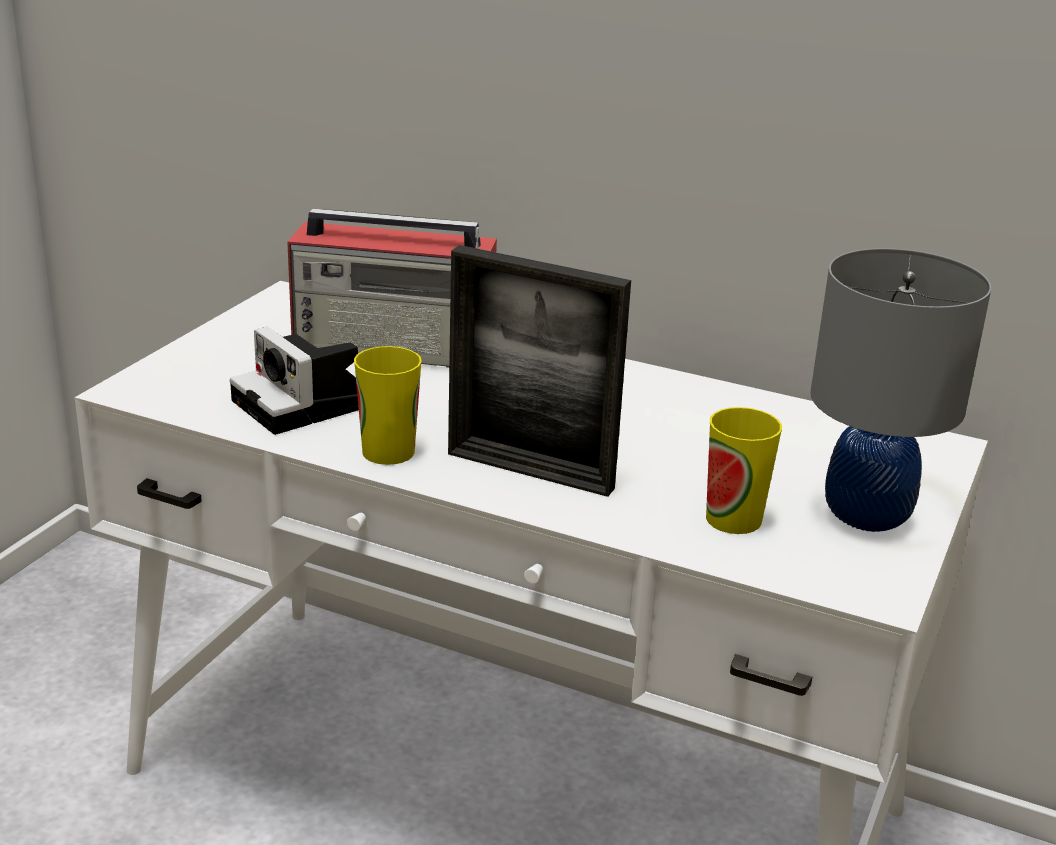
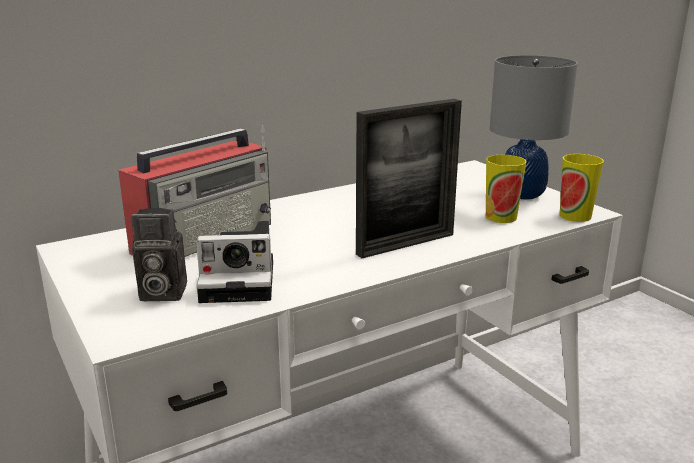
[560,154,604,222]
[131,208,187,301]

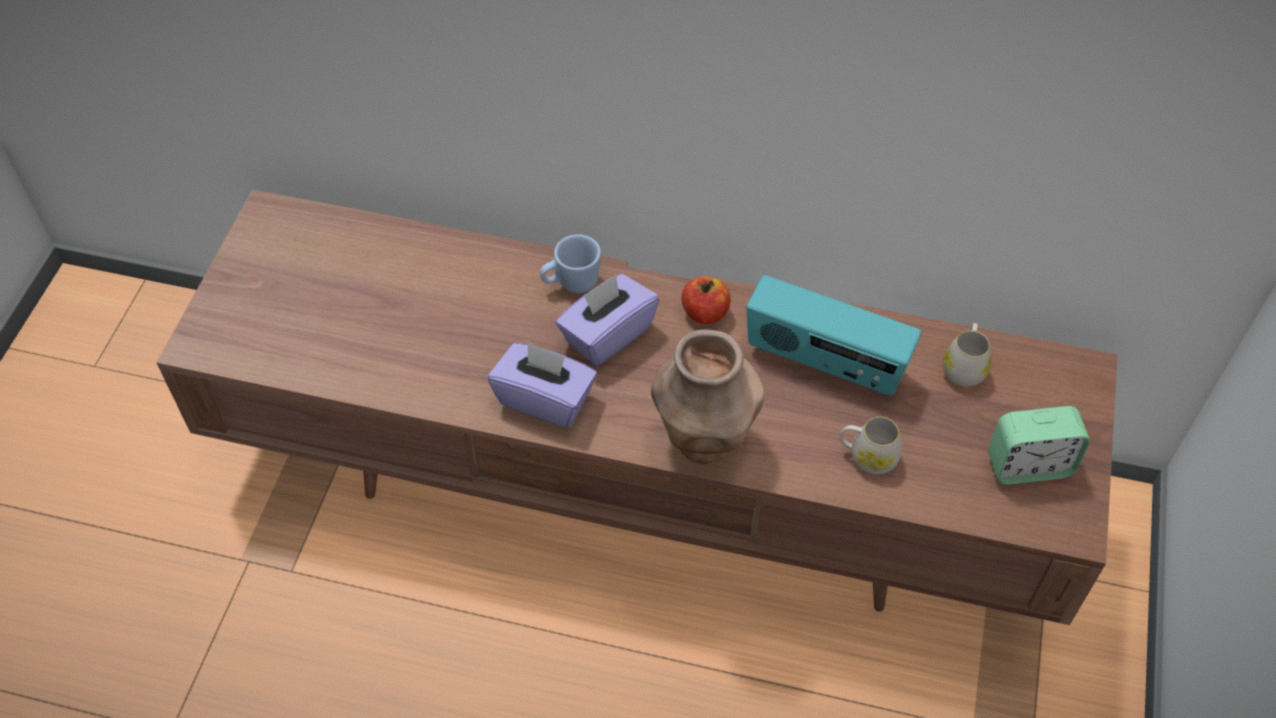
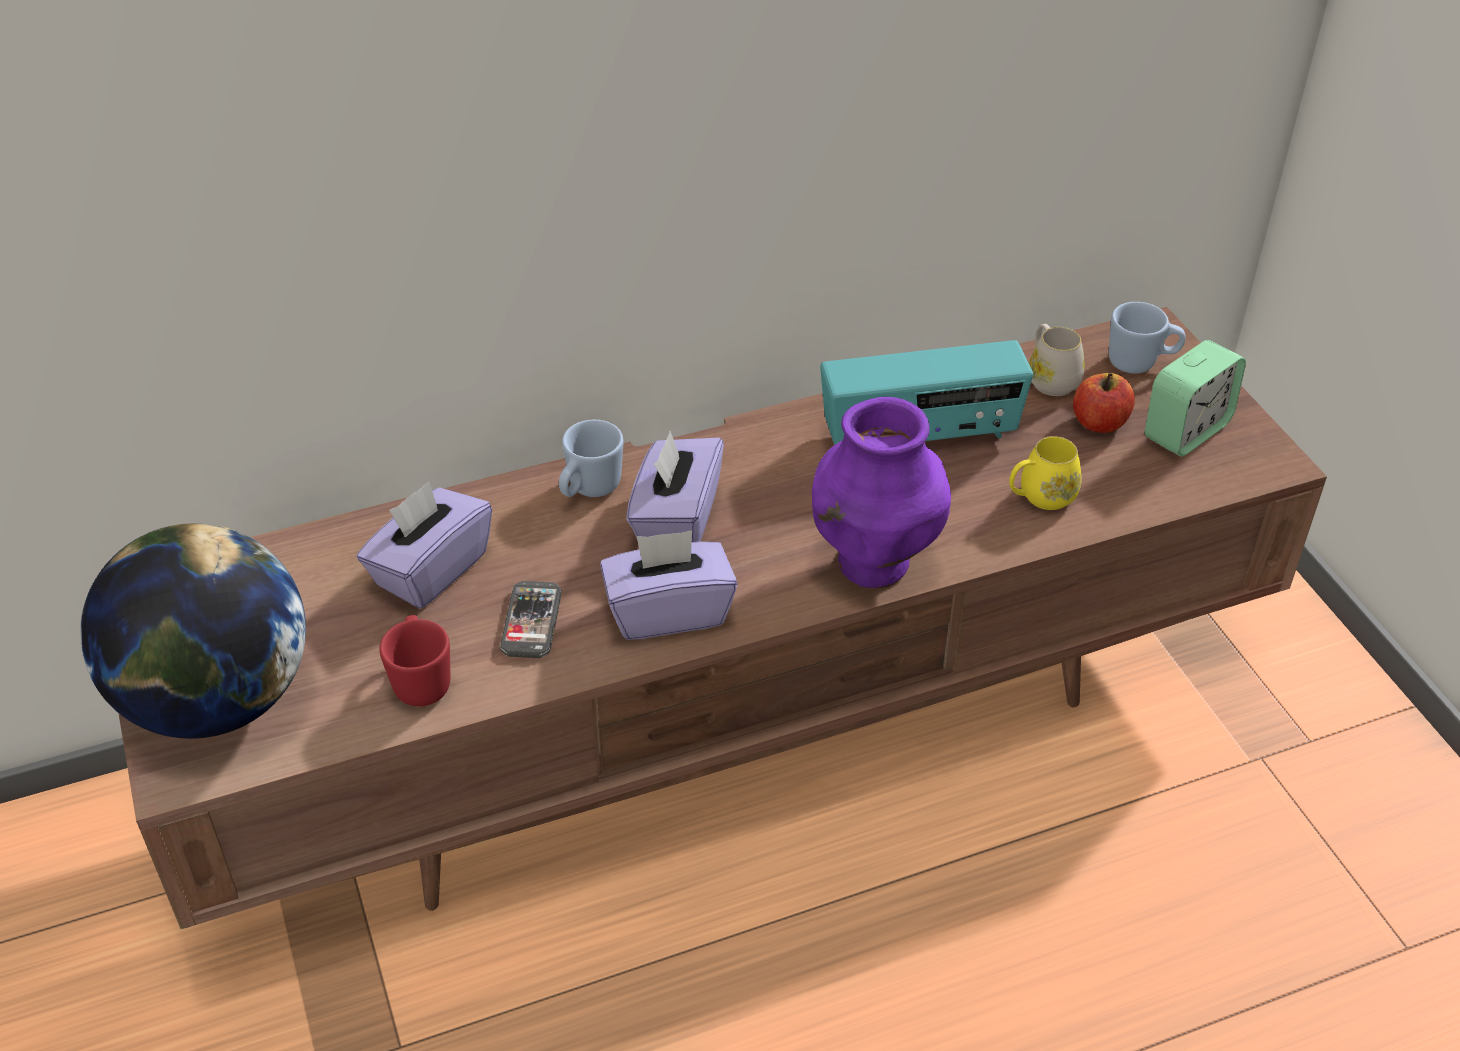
[1073,373,1135,433]
[812,397,951,588]
[1009,436,1081,510]
[1109,302,1186,374]
[357,481,492,609]
[80,523,306,739]
[500,581,562,658]
[379,615,450,706]

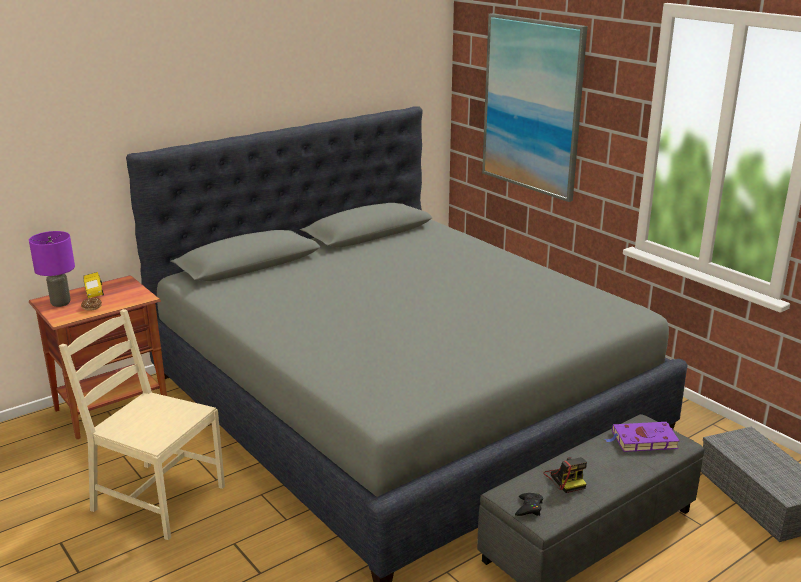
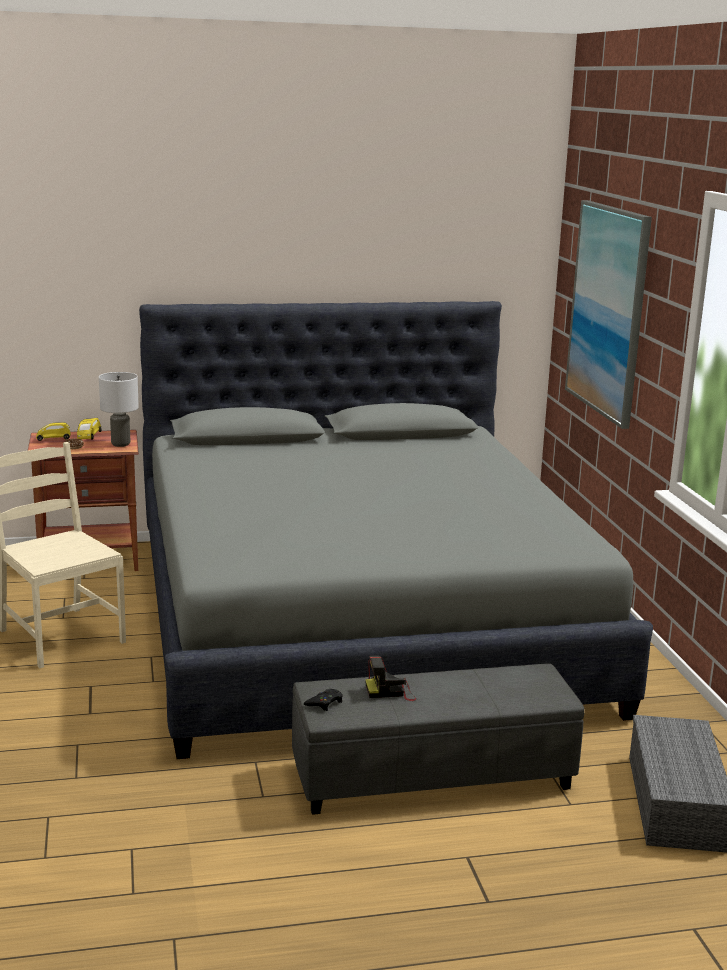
[36,422,71,441]
[605,422,679,452] (first image)
[365,656,416,701]
[99,372,139,447]

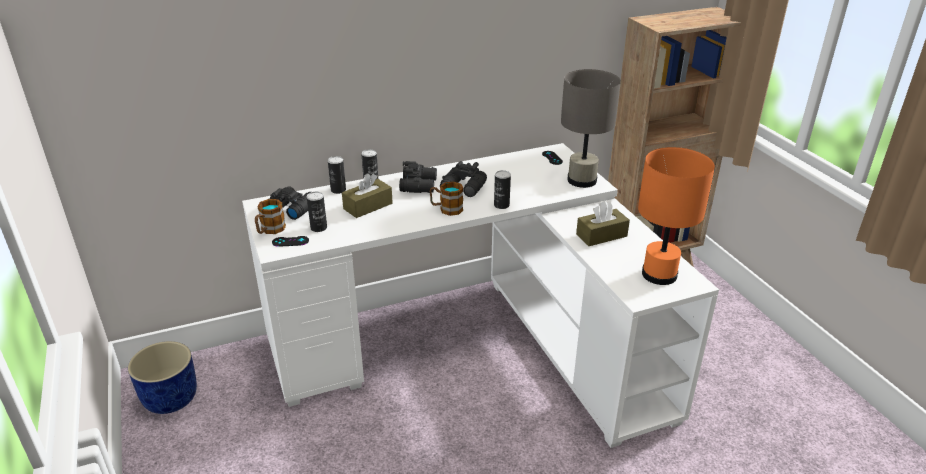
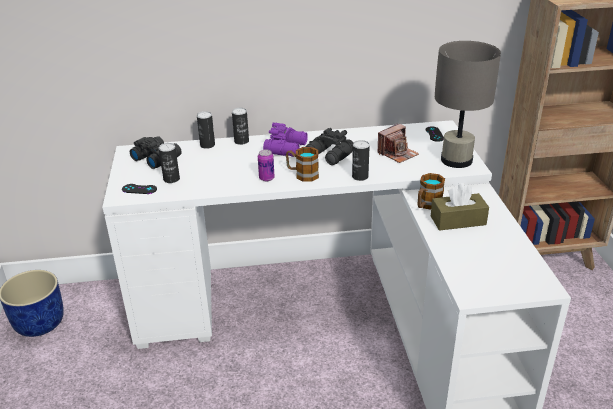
[638,147,715,285] (first image)
[263,122,308,157]
[342,173,393,218] (first image)
[418,173,445,210]
[377,123,419,163]
[258,149,275,181]

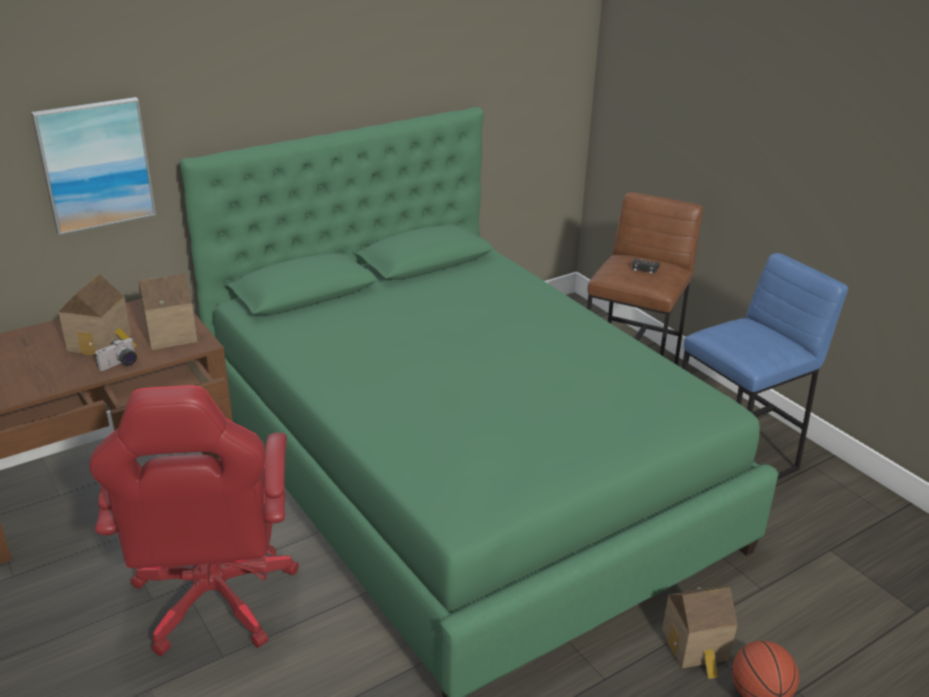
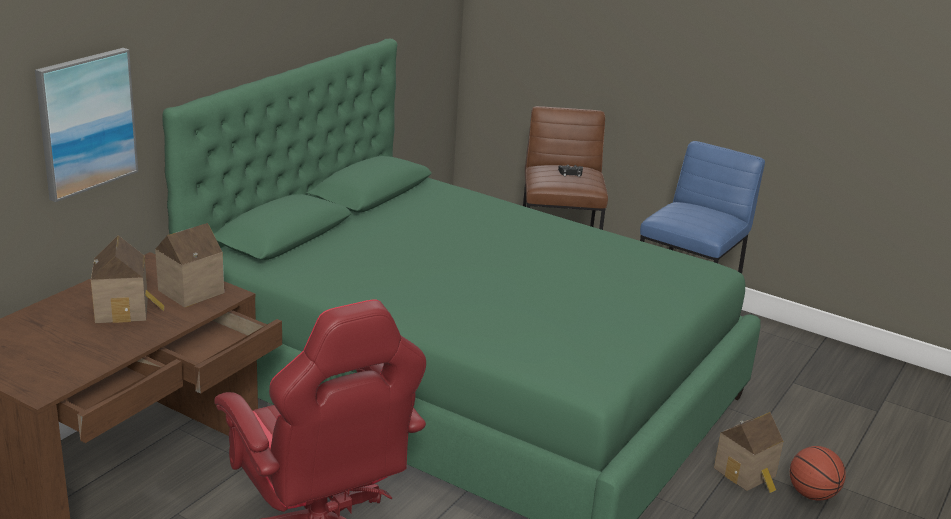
[95,338,137,371] (first image)

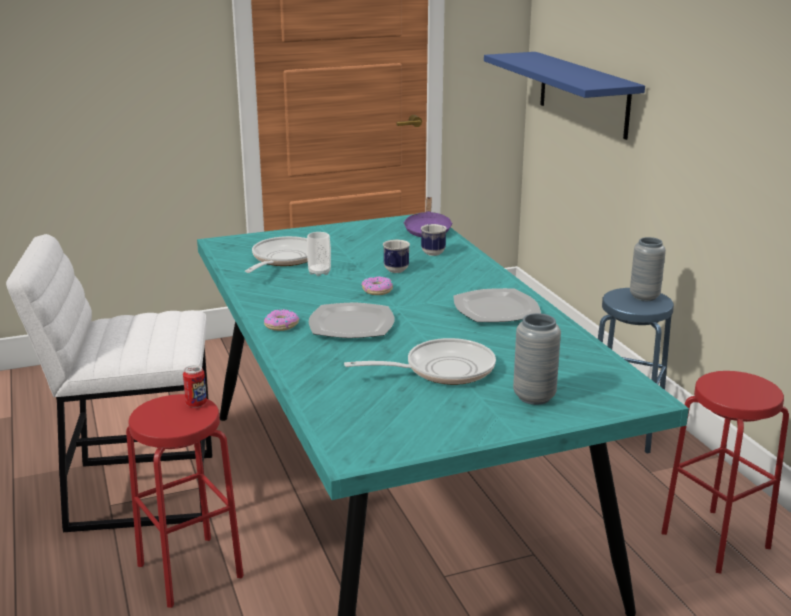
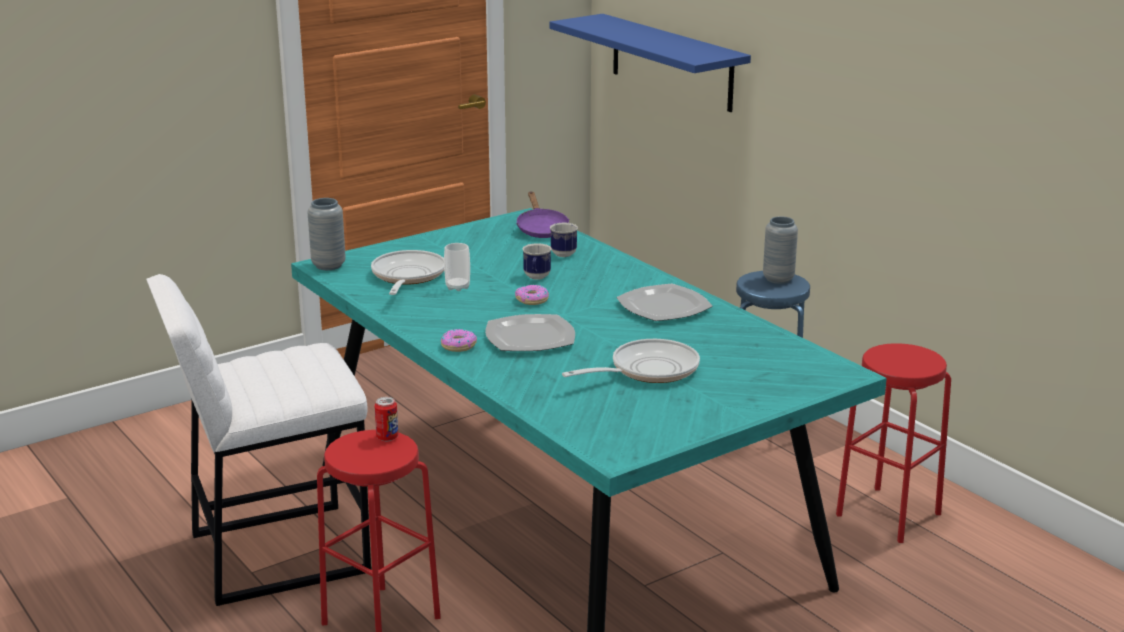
[308,198,346,270]

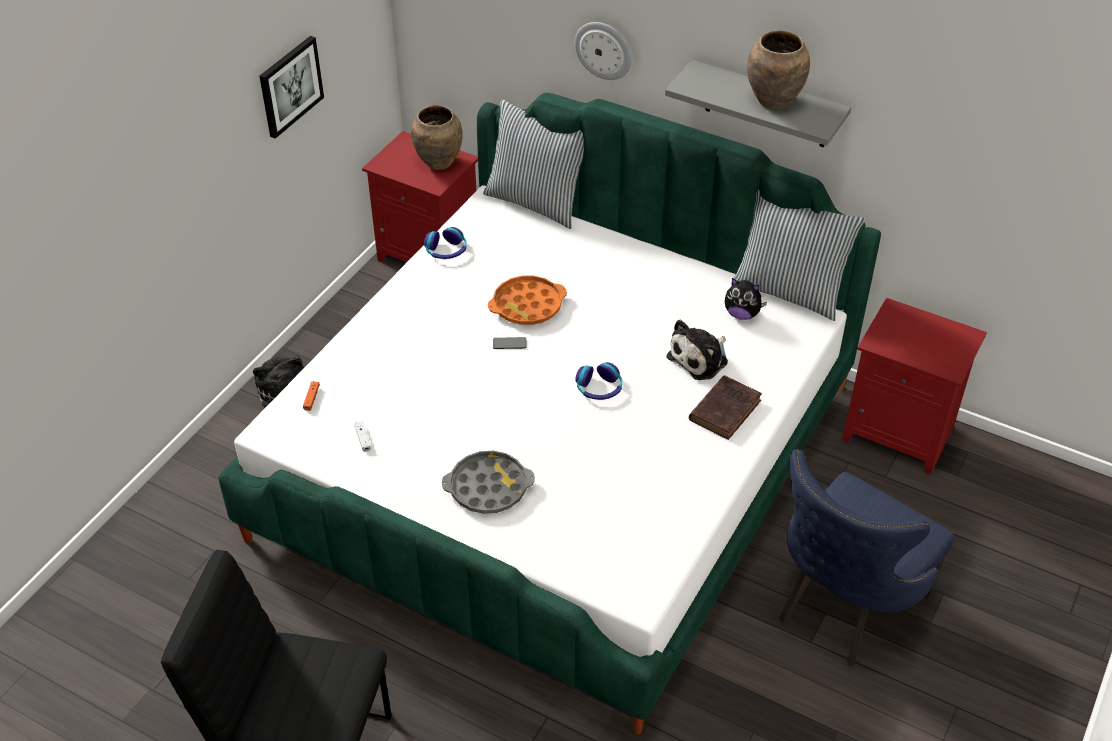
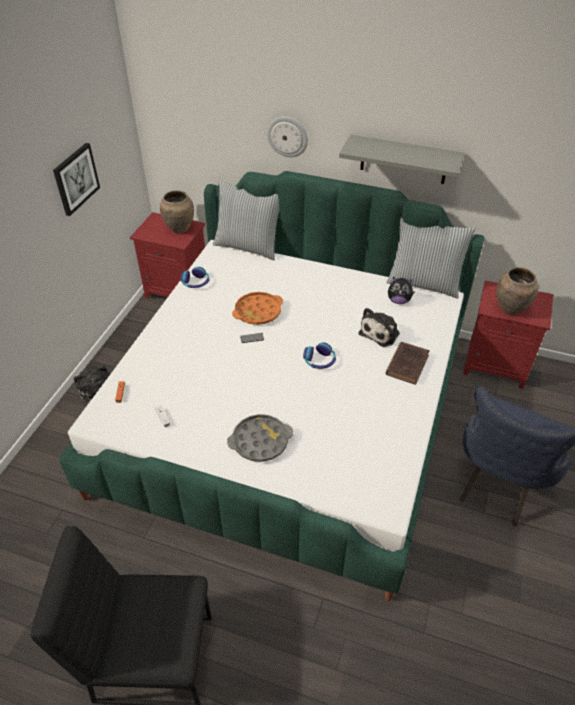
[497,267,538,315]

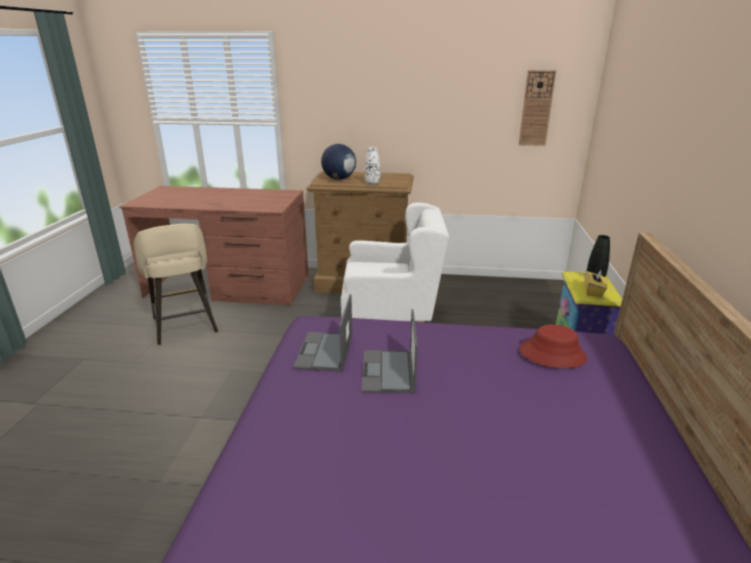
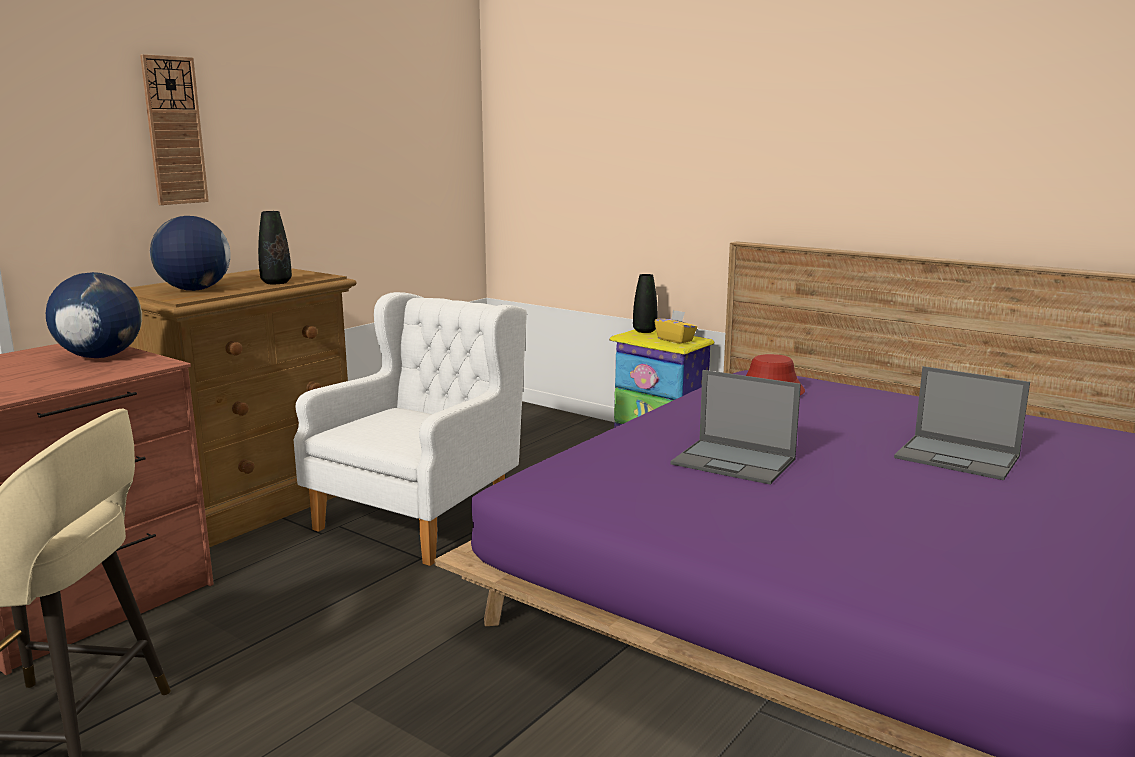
[140,54,209,205]
[258,211,292,284]
[894,366,1030,480]
[46,272,142,358]

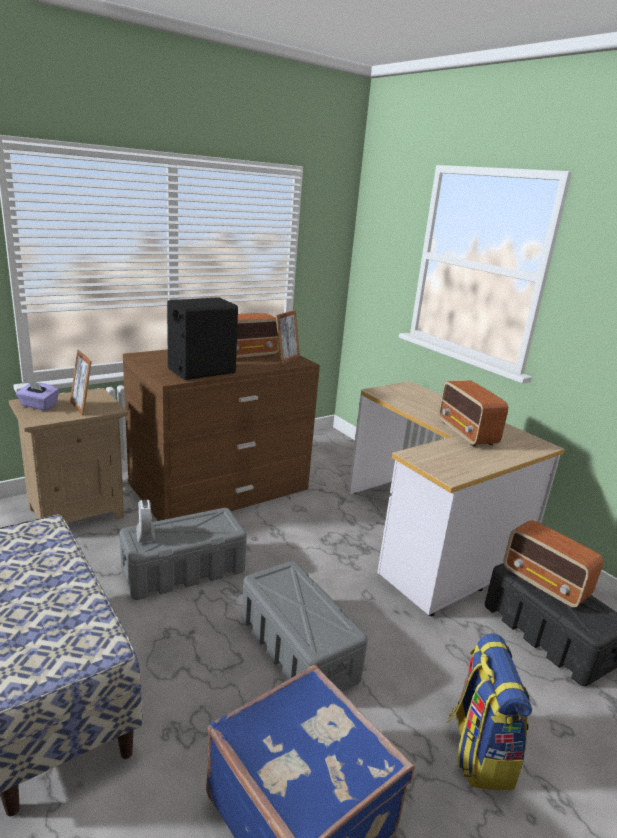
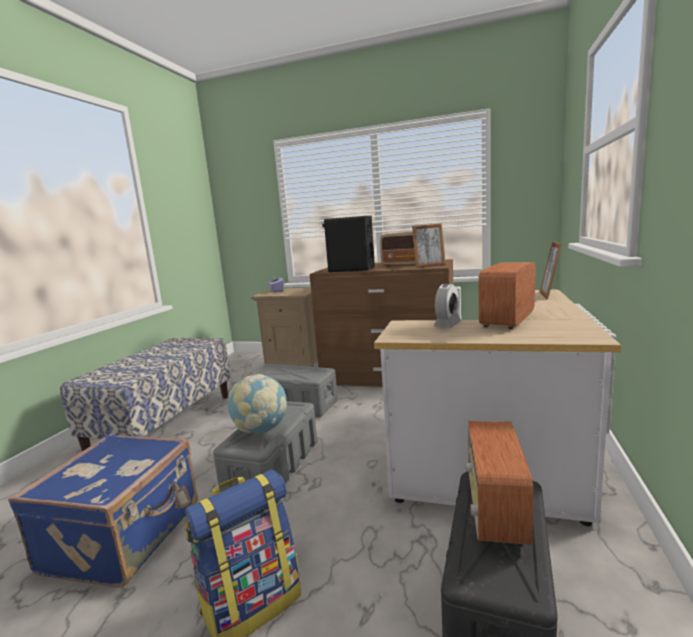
[540,241,562,300]
[434,283,461,328]
[228,374,287,434]

